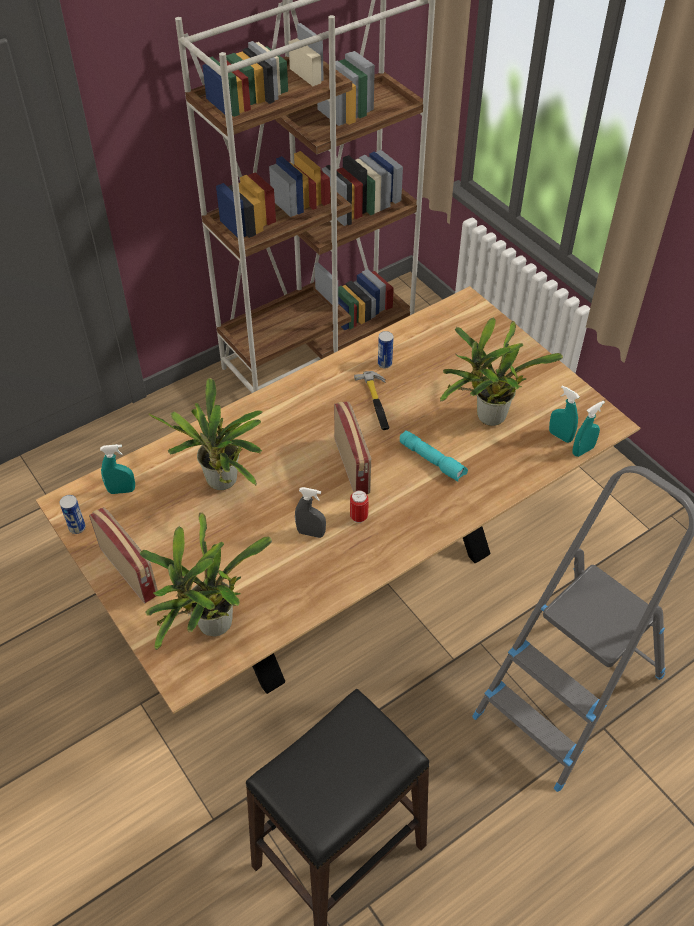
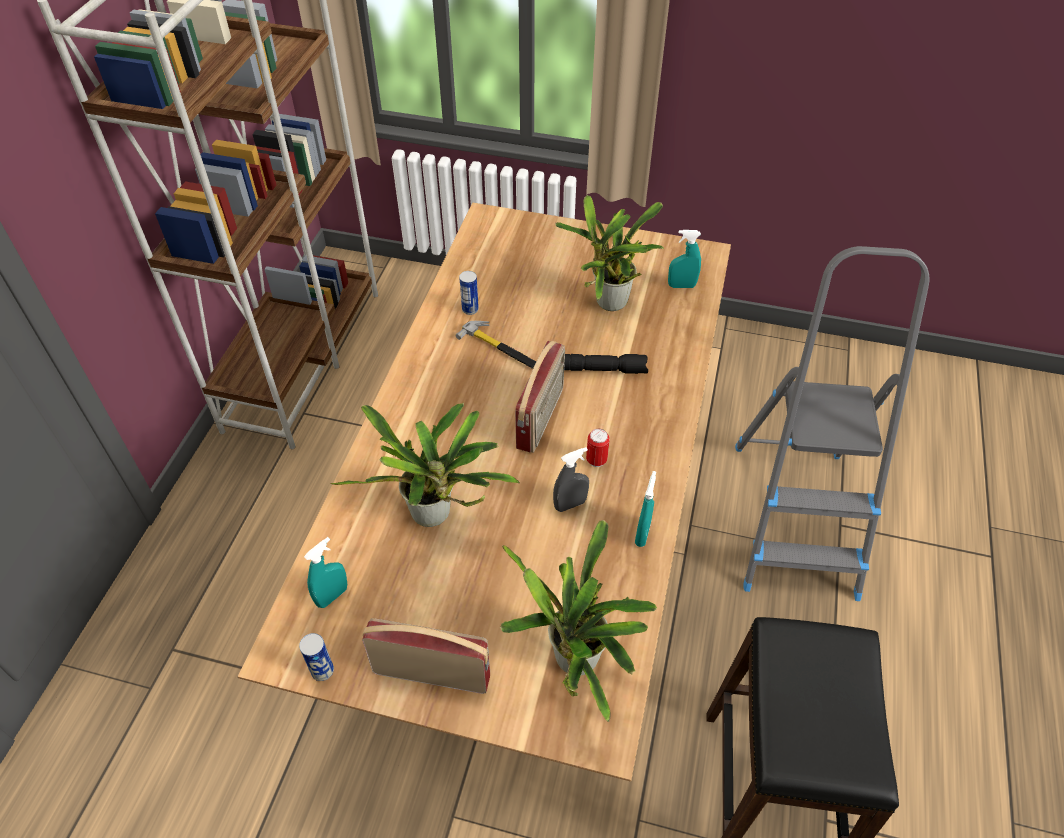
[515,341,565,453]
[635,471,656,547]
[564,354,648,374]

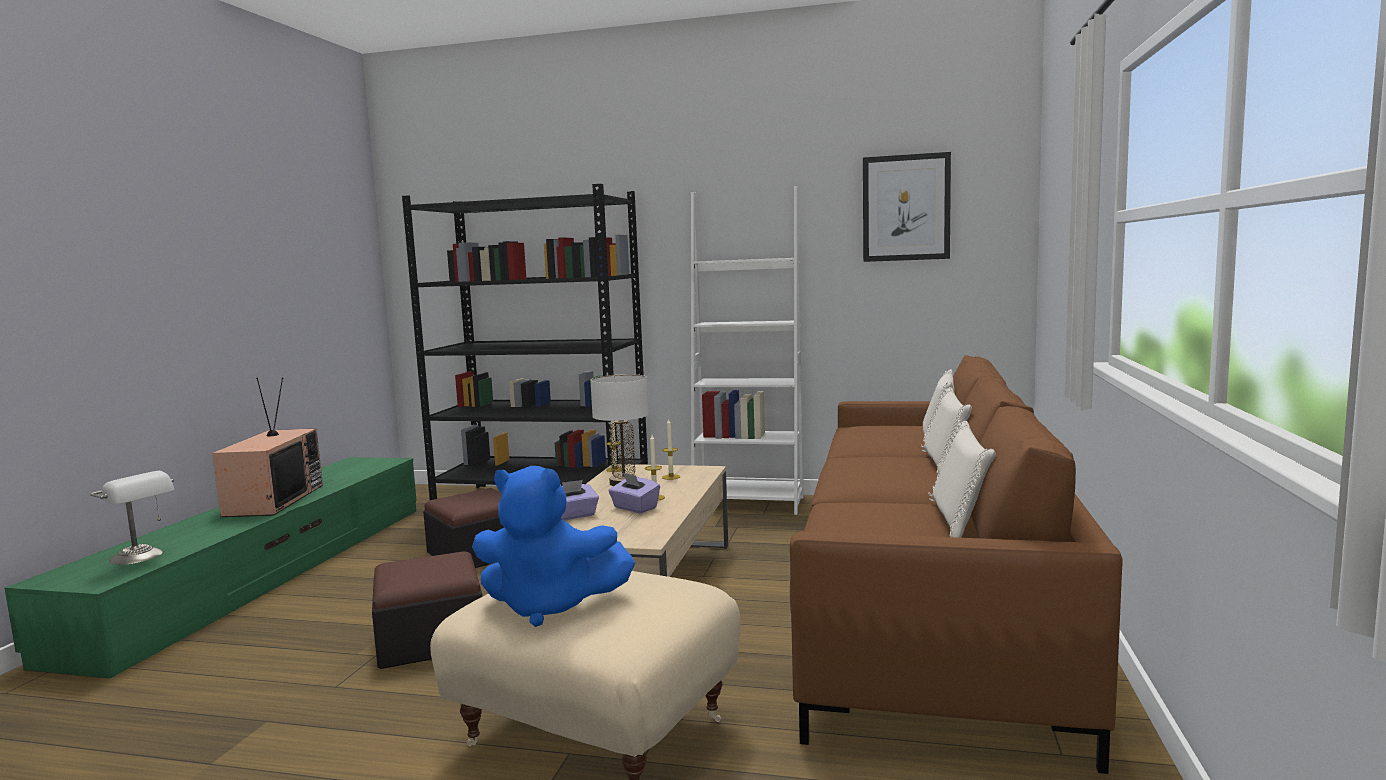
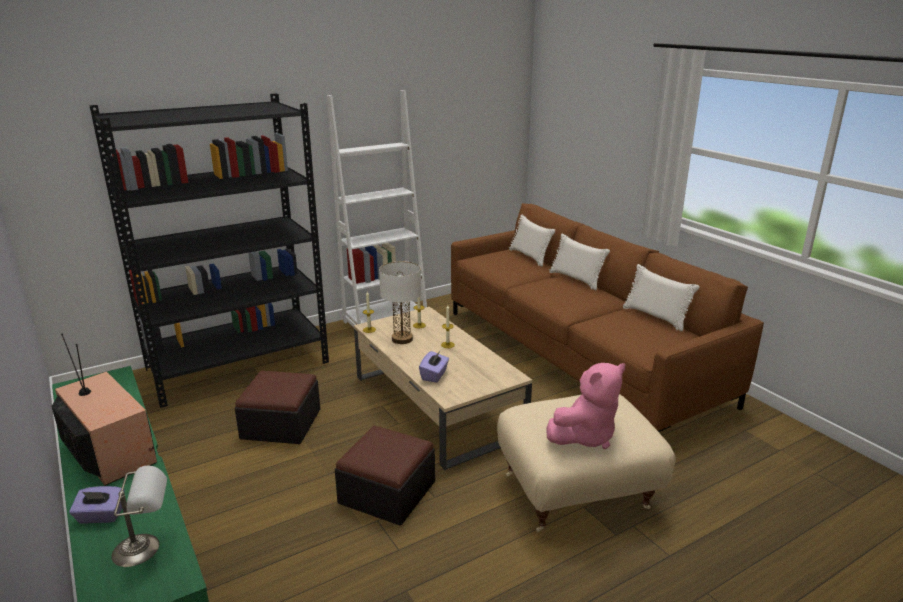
[863,152,951,262] (first image)
[547,363,625,449]
[69,486,125,524]

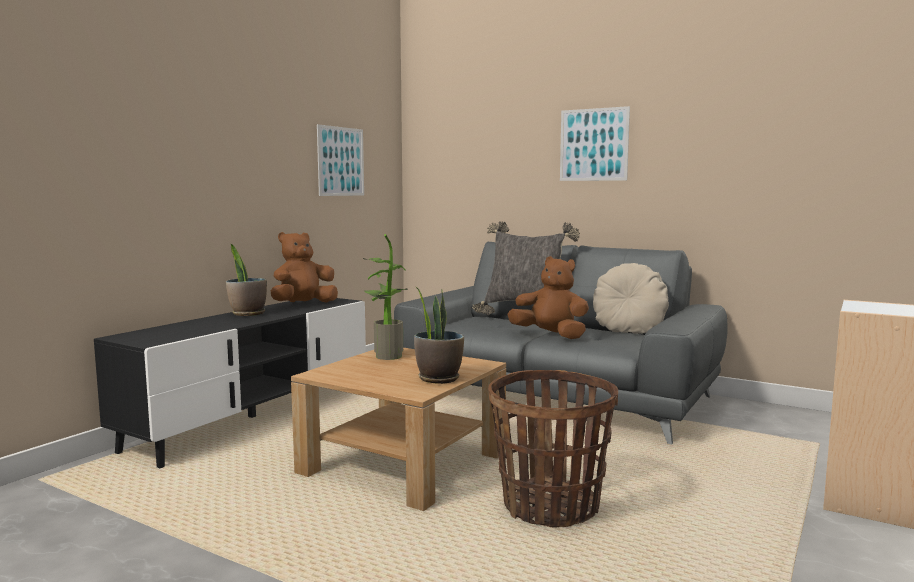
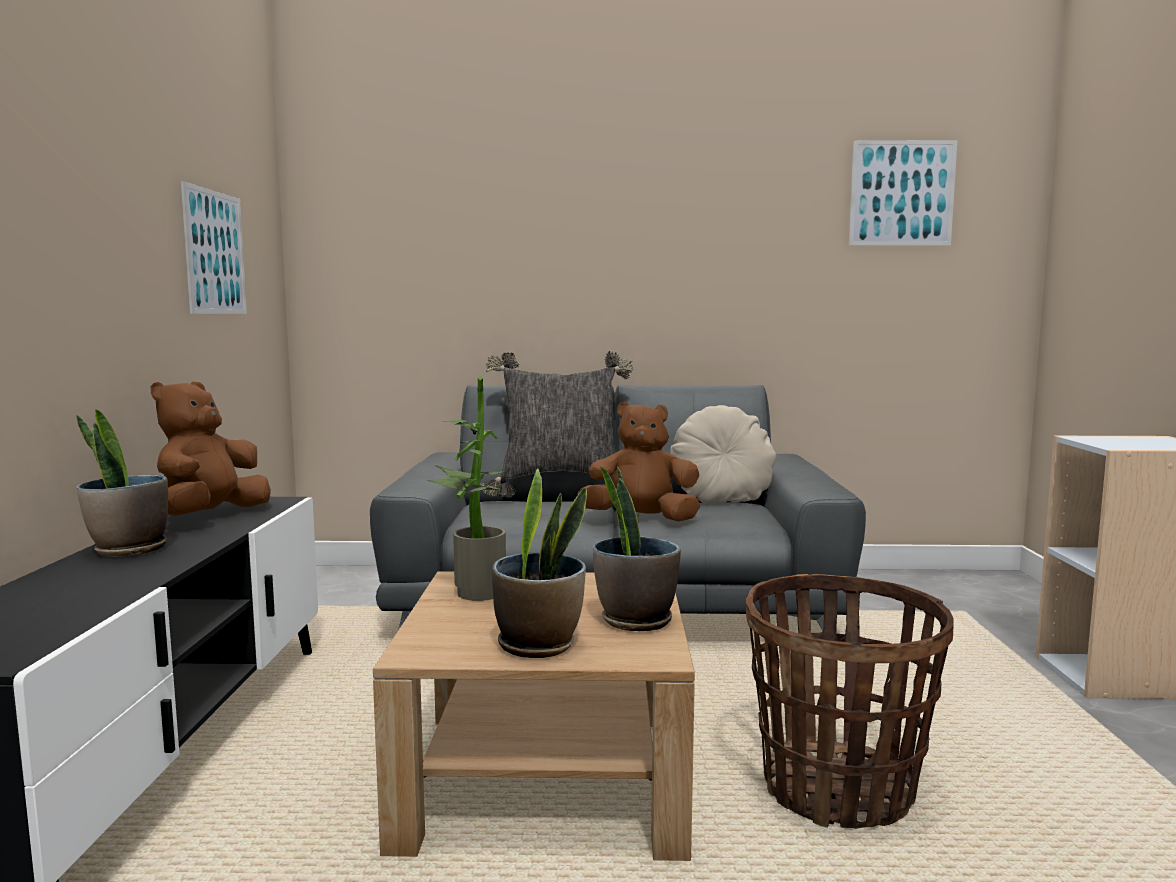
[849,140,958,246]
[492,468,587,658]

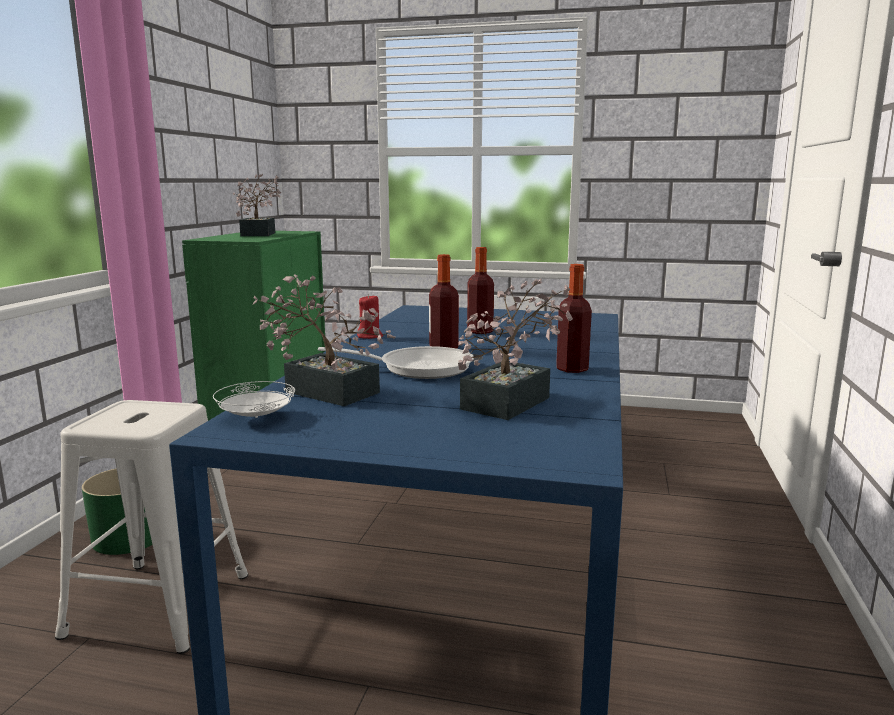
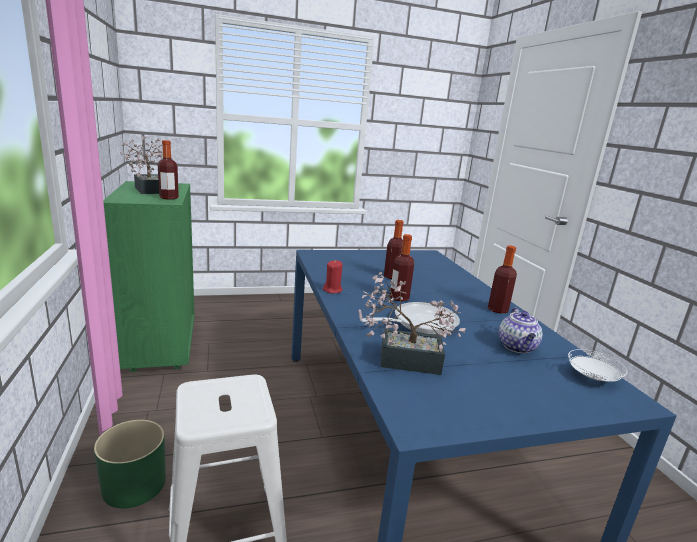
[499,308,542,353]
[568,349,627,382]
[158,140,179,200]

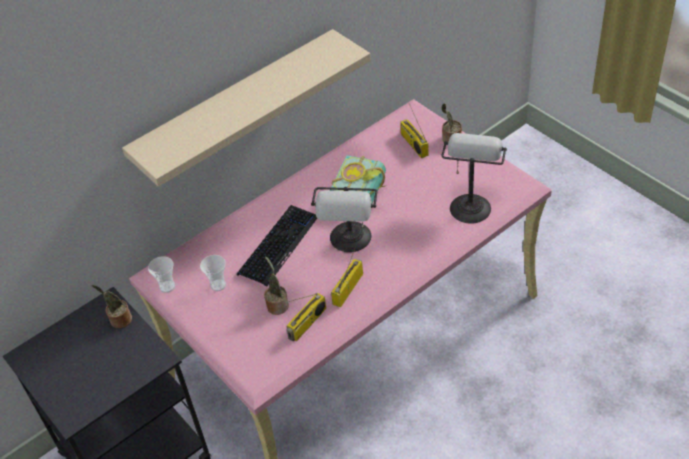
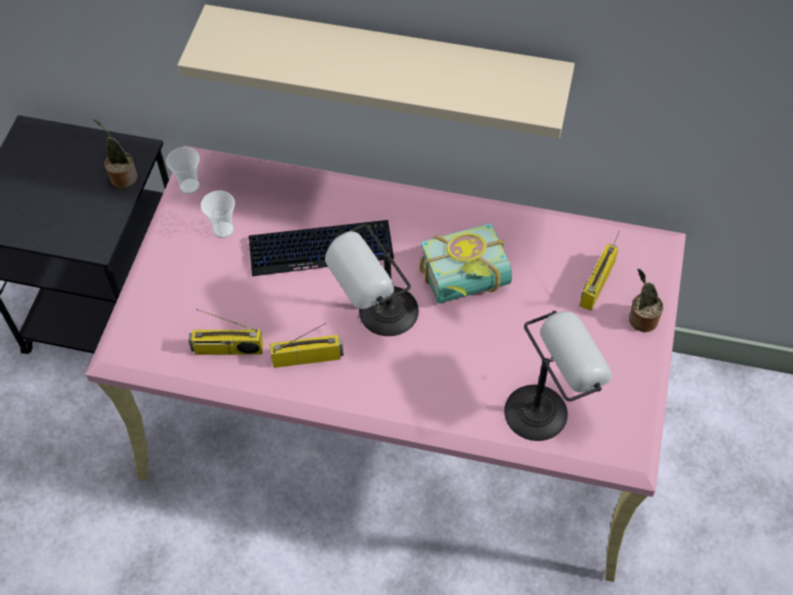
[264,256,289,315] (first image)

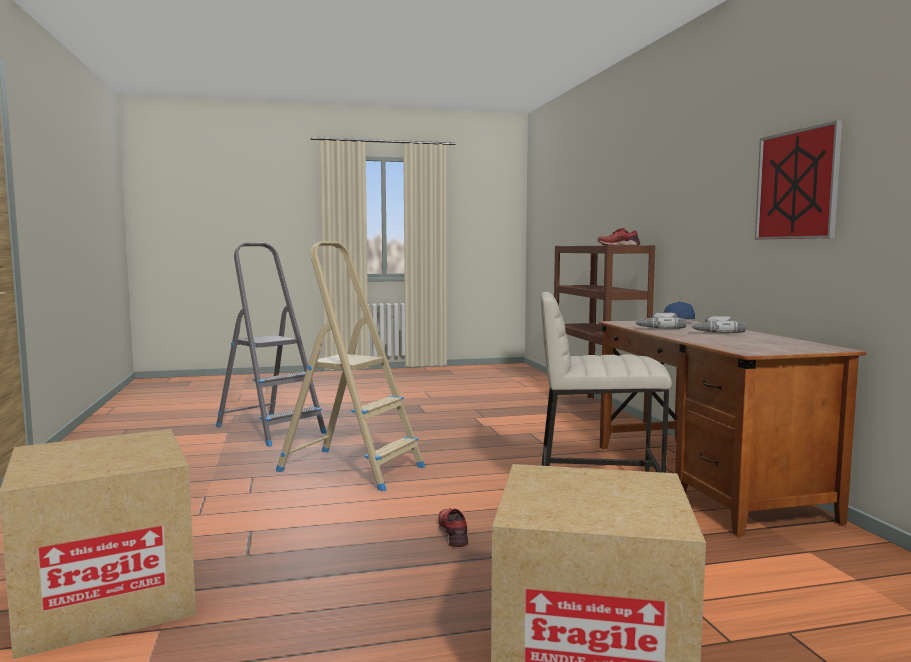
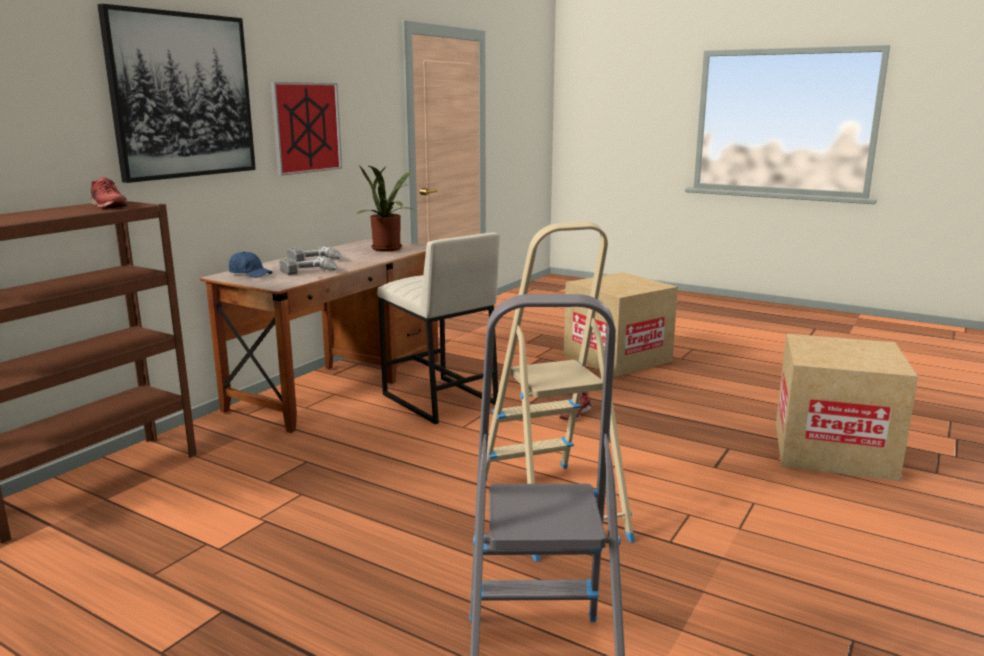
[97,4,256,183]
[356,165,414,252]

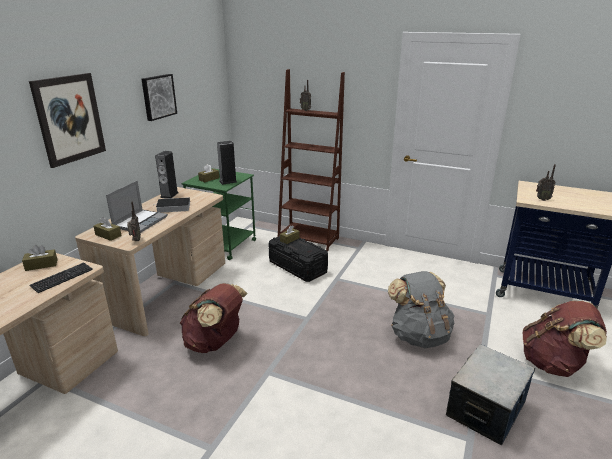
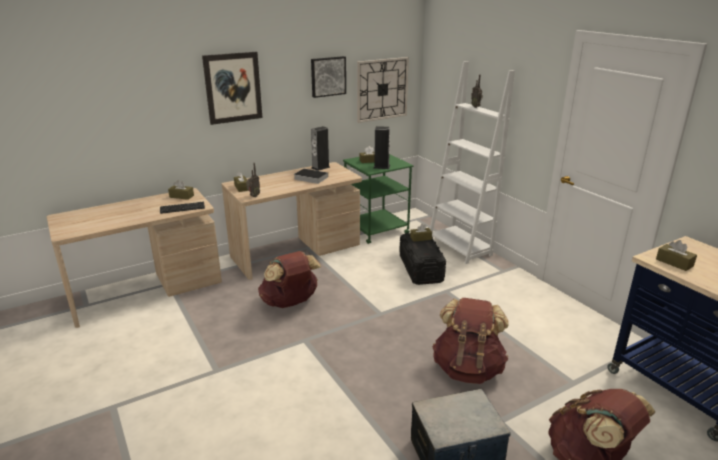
[430,61,515,264]
[656,240,697,271]
[106,181,168,233] (first image)
[432,298,509,384]
[357,57,409,123]

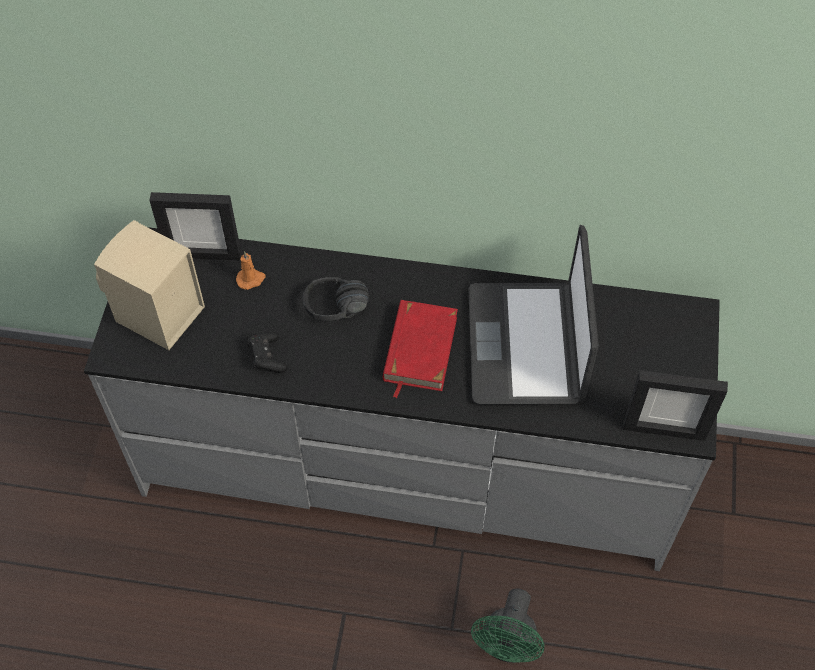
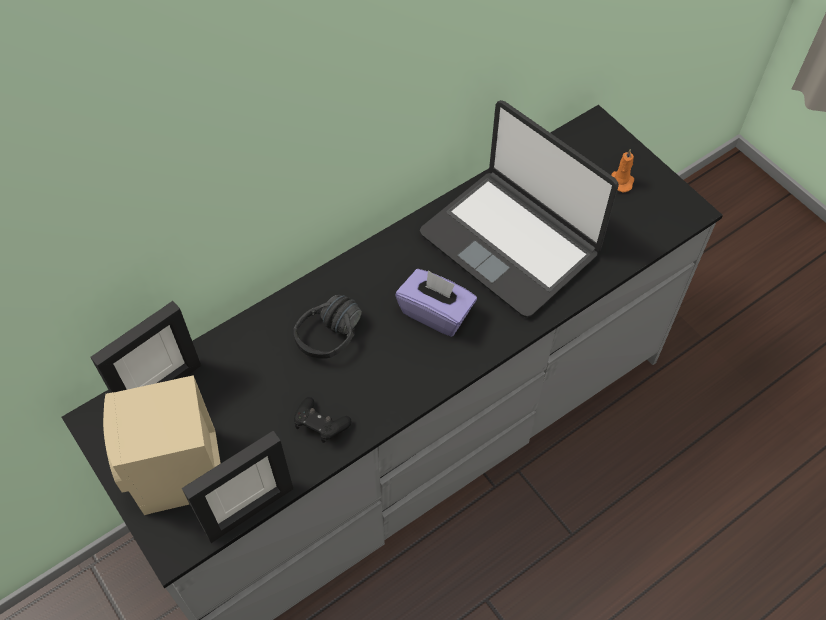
[611,149,634,192]
[396,269,477,337]
[182,431,293,543]
[471,588,544,663] (first image)

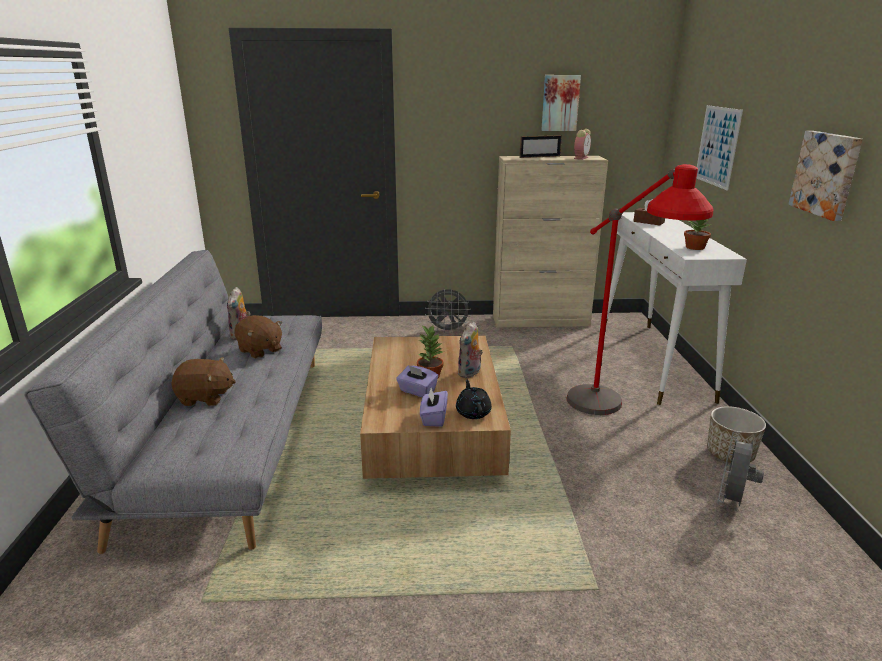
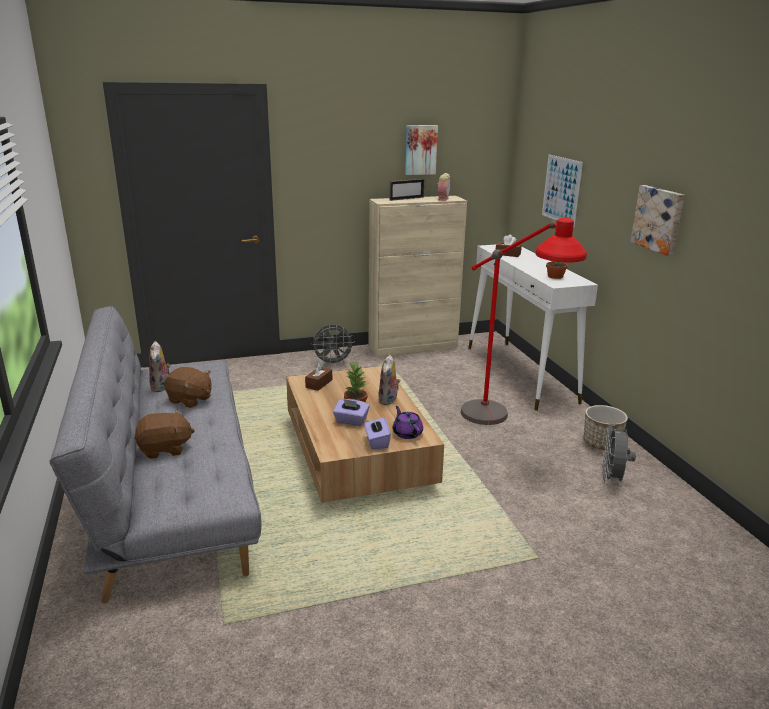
[393,406,423,439]
[305,362,332,391]

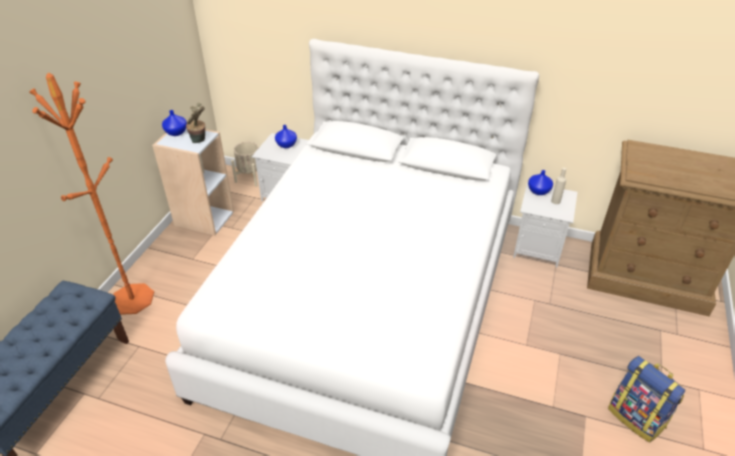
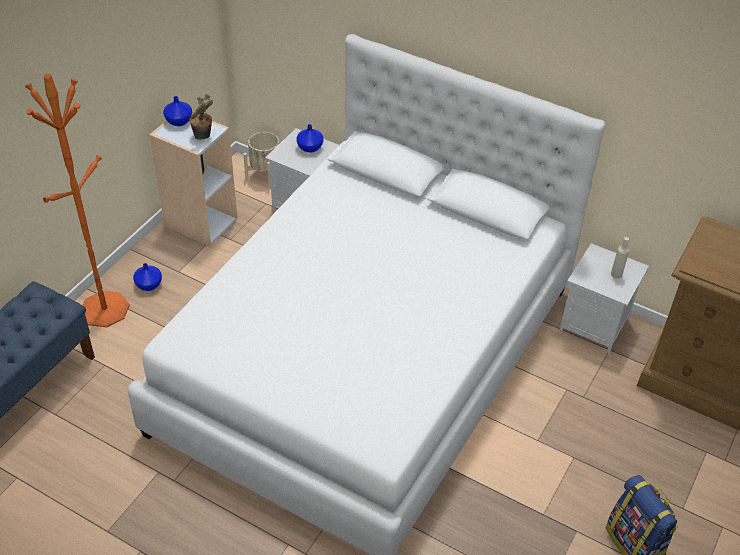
[133,263,162,291]

